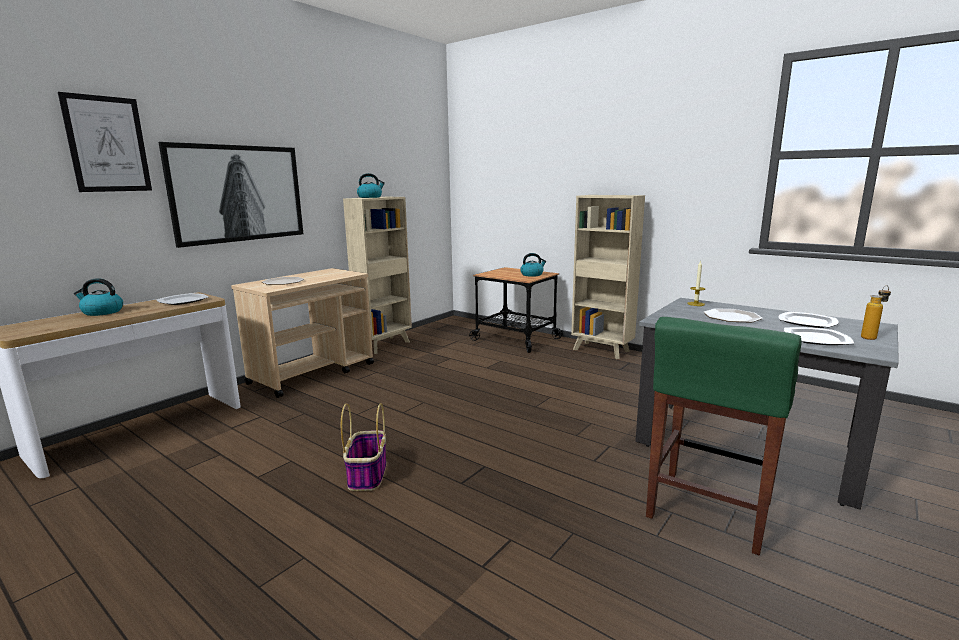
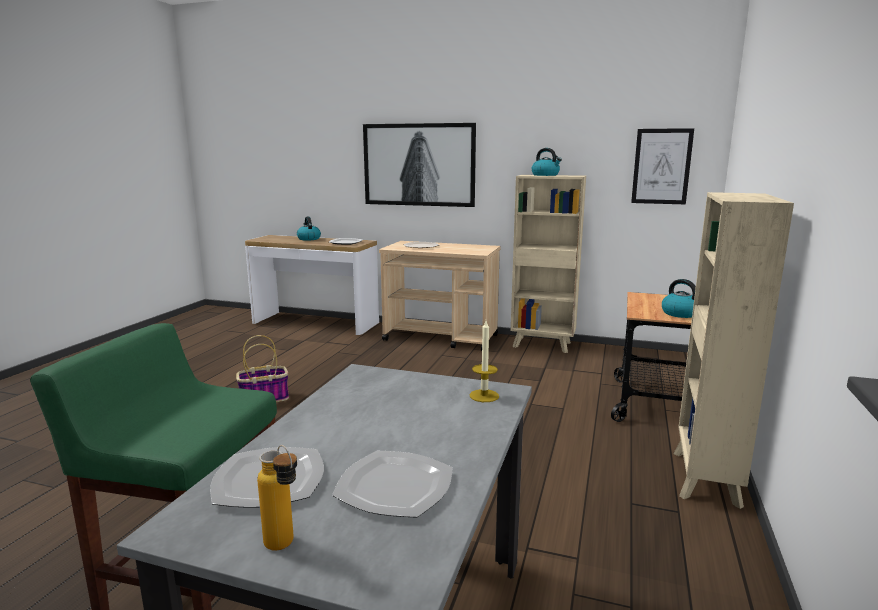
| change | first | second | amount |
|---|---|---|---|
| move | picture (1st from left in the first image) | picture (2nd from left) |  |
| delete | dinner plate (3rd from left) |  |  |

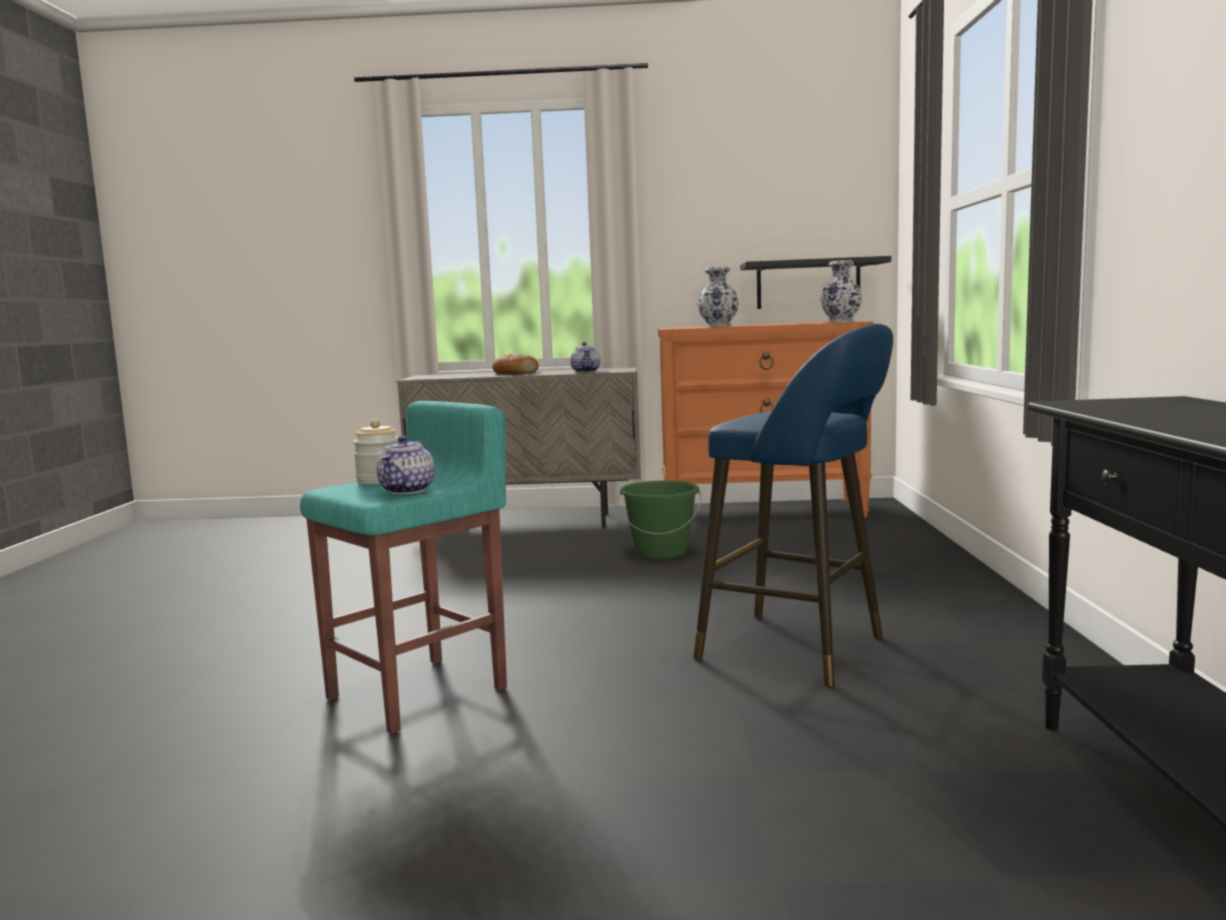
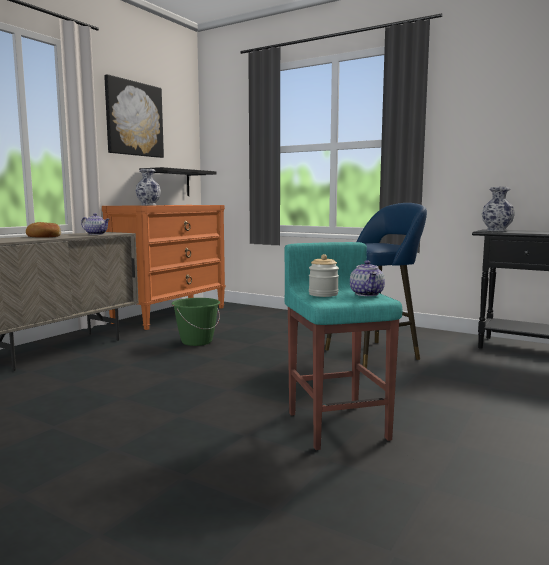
| change | first | second | amount |
|---|---|---|---|
| insert |  | picture |  |
| rotate | teapot (1st from left in the first image) | teapot (2nd from left) | 45 degrees clockwise |
| move | flower vase (2nd from left) |  |  |

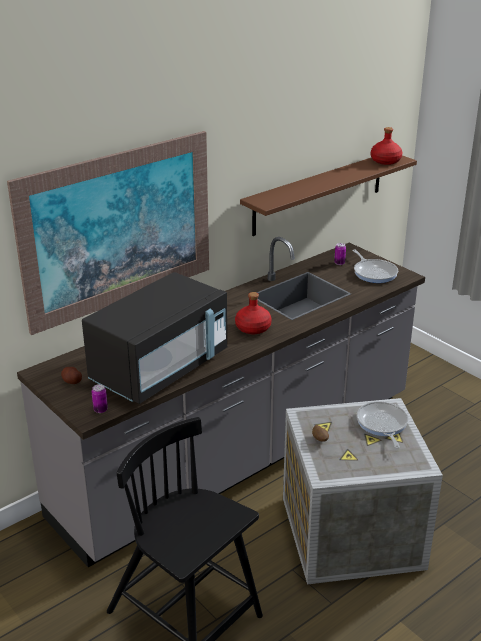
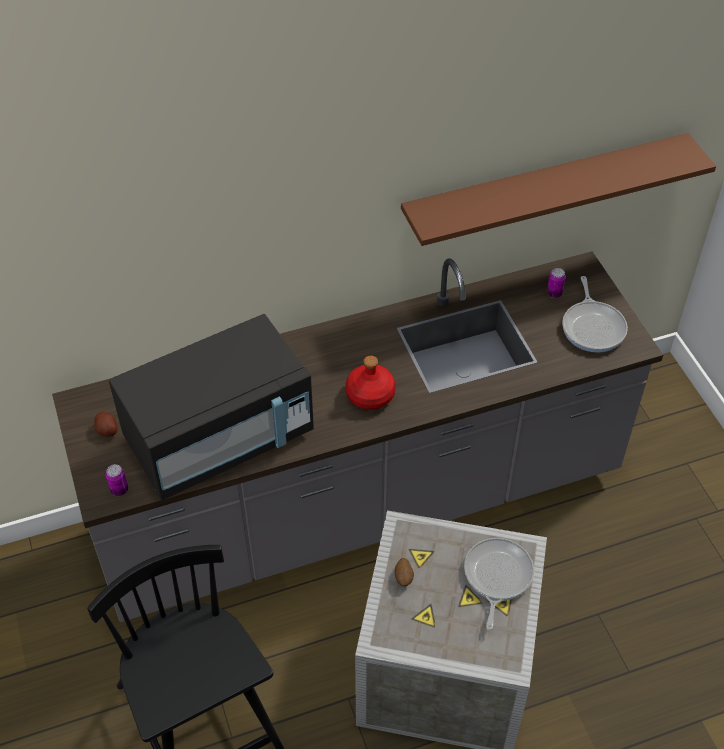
| change | first | second | amount |
|---|---|---|---|
| delete | picture |  |  |
| delete | red beverage bottle (2nd from left) |  |  |

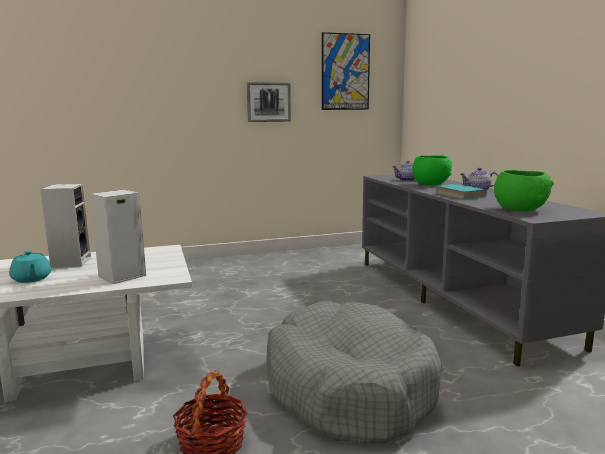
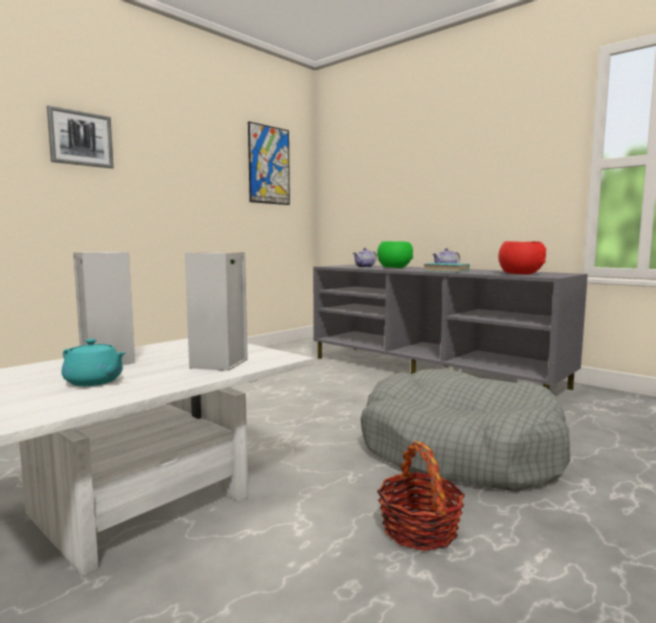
| change | first | second | amount |
|---|---|---|---|
| move | picture (1st from left) |  |  |
| recolor | greenish bowl (2nd from left) | red bowl |  |

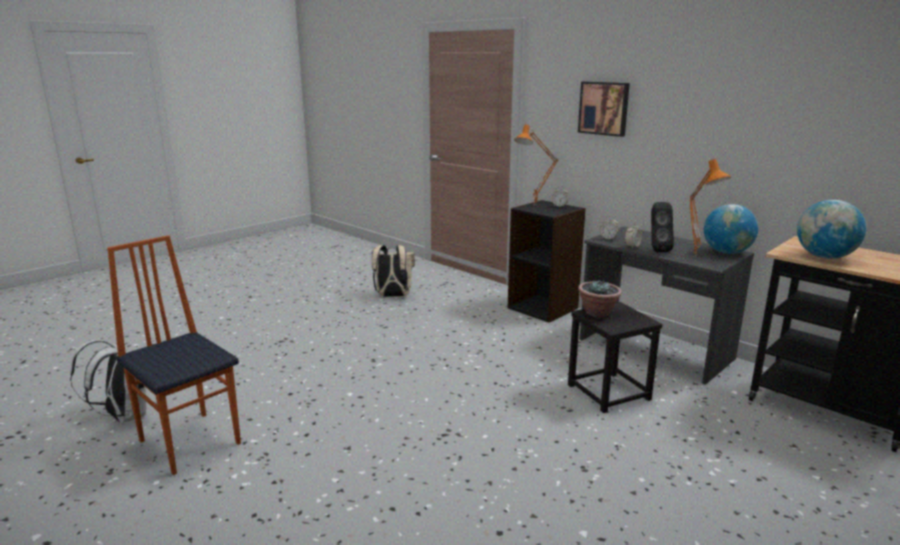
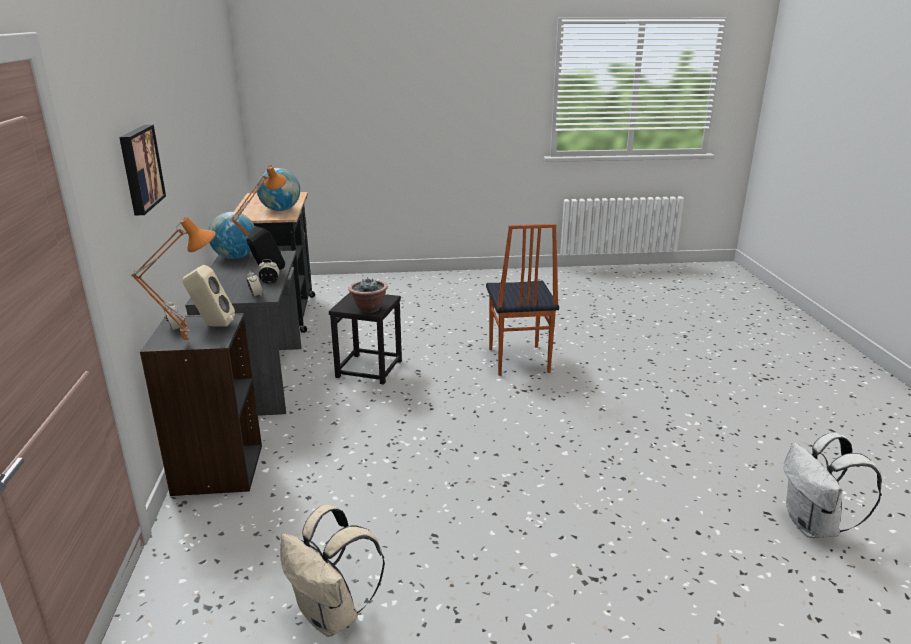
| change | first | second | amount |
|---|---|---|---|
| insert |  | sand-coloured audio speaker |  |
| move | plain chair |  |  |

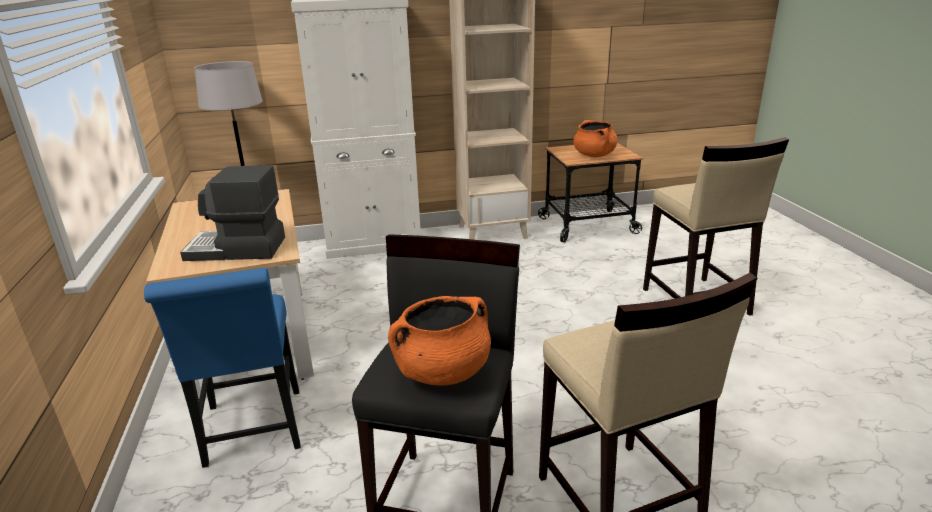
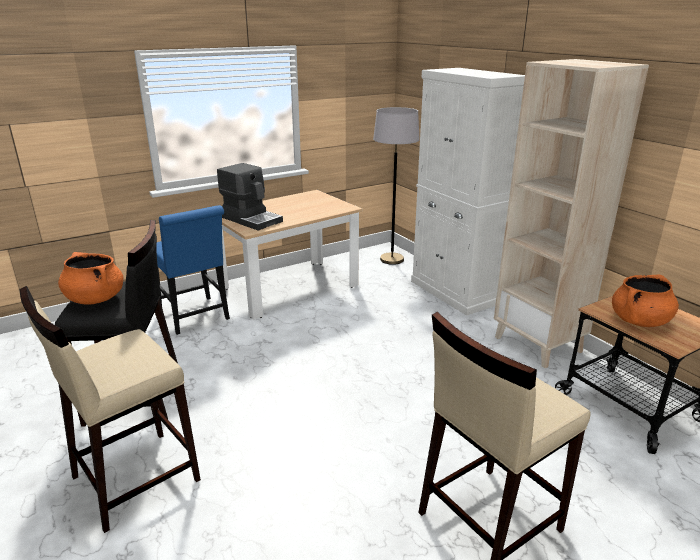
| change | first | second | amount |
|---|---|---|---|
| rotate | bluish plain chair |  | 90 degrees counterclockwise |
| rotate | coffee maker |  | 150 degrees clockwise |

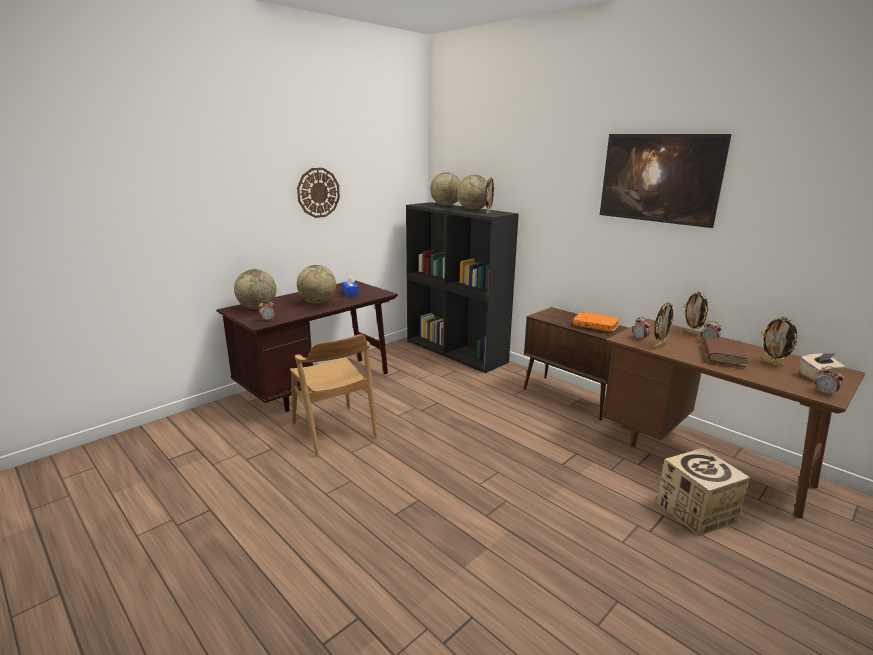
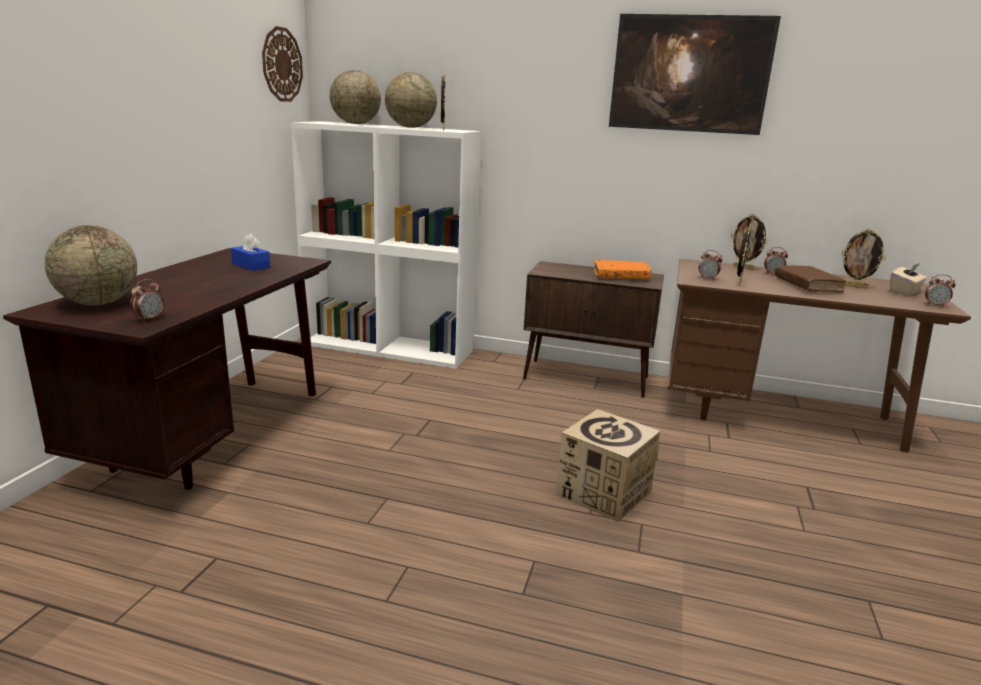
| change | first | second | amount |
|---|---|---|---|
| move | wall clock |  |  |
| recolor | black-coloured bookshelf | whitish bookshelf |  |
| move | cardboard box |  |  |
| delete | brown plain chair |  |  |
| delete | globe (2nd from left) |  |  |

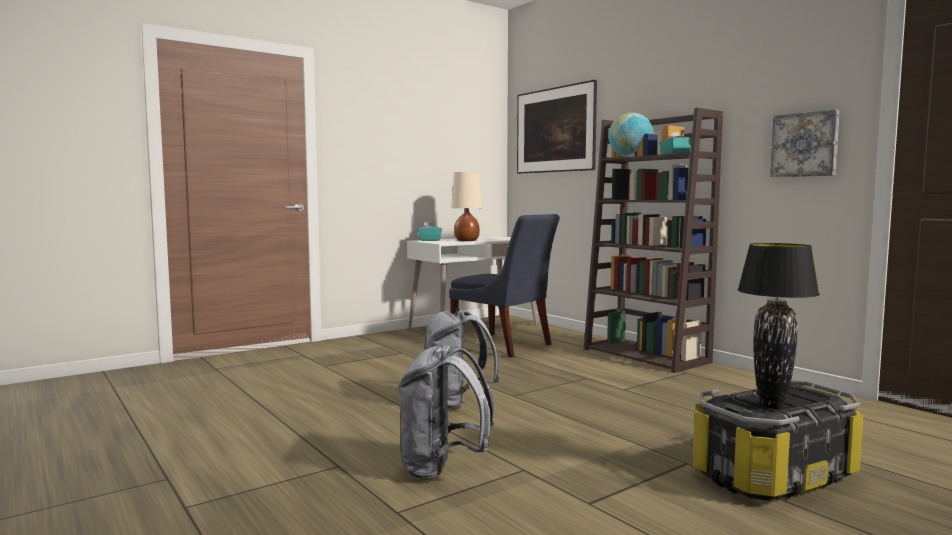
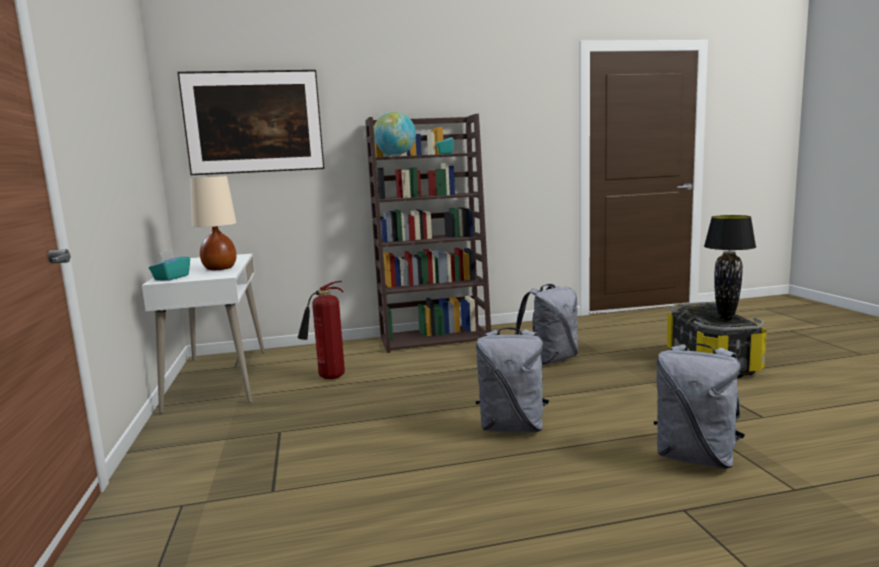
| change | first | second | amount |
|---|---|---|---|
| replace | bluish plain chair | extinguisher |  |
| insert |  | greyish rucksack (2nd from left) |  |
| delete | picture (2nd from left) |  |  |

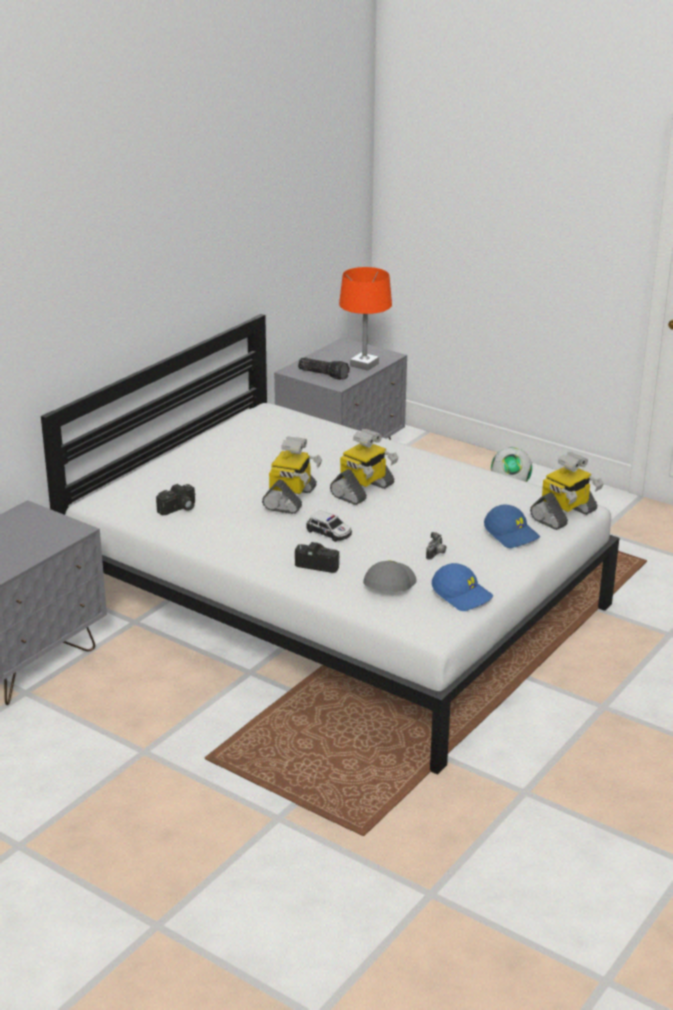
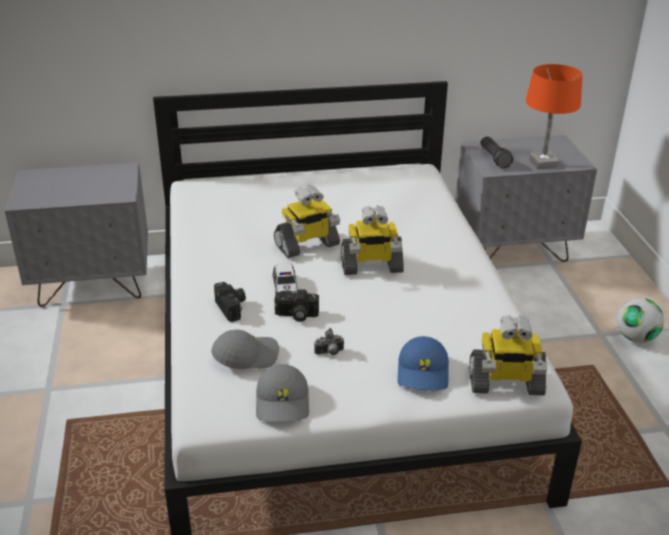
| change | first | second | amount |
|---|---|---|---|
| recolor | bluish peaked cap (1st from left) | greyish peaked cap (2nd from left) |  |
| move | still camera (1st from left in the first image) | still camera (2nd from left) |  |

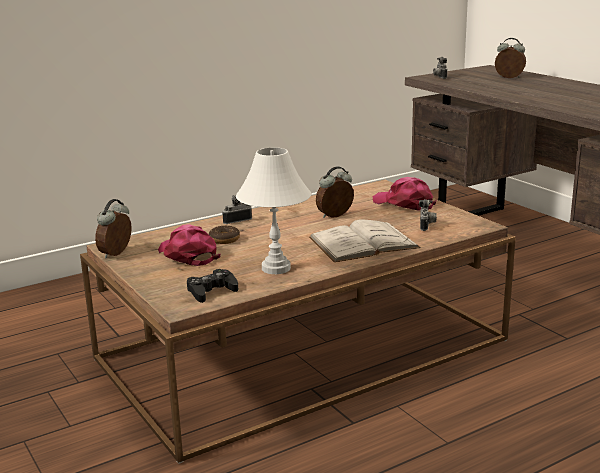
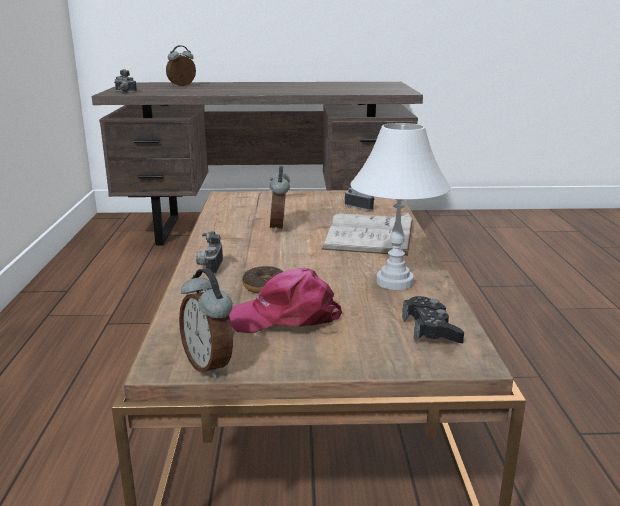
| change | first | second | amount |
|---|---|---|---|
| delete | pink-coloured peaked cap (2nd from left) |  |  |

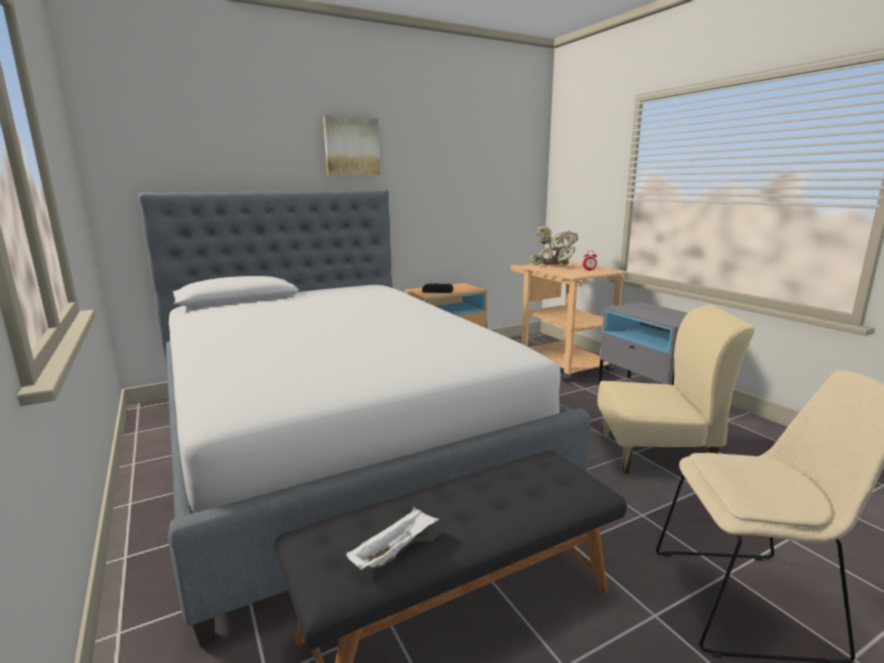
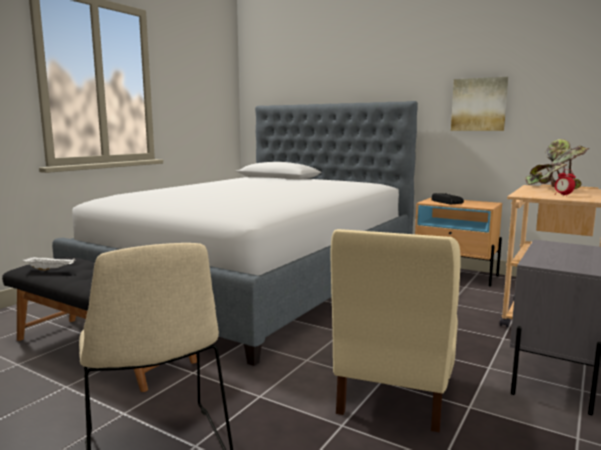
| change | first | second | amount |
|---|---|---|---|
| rotate | sand-coloured plain chair (1st from left in the first image) | sand-coloured plain chair (2nd from left) | 45 degrees clockwise |
| move | picture |  |  |

